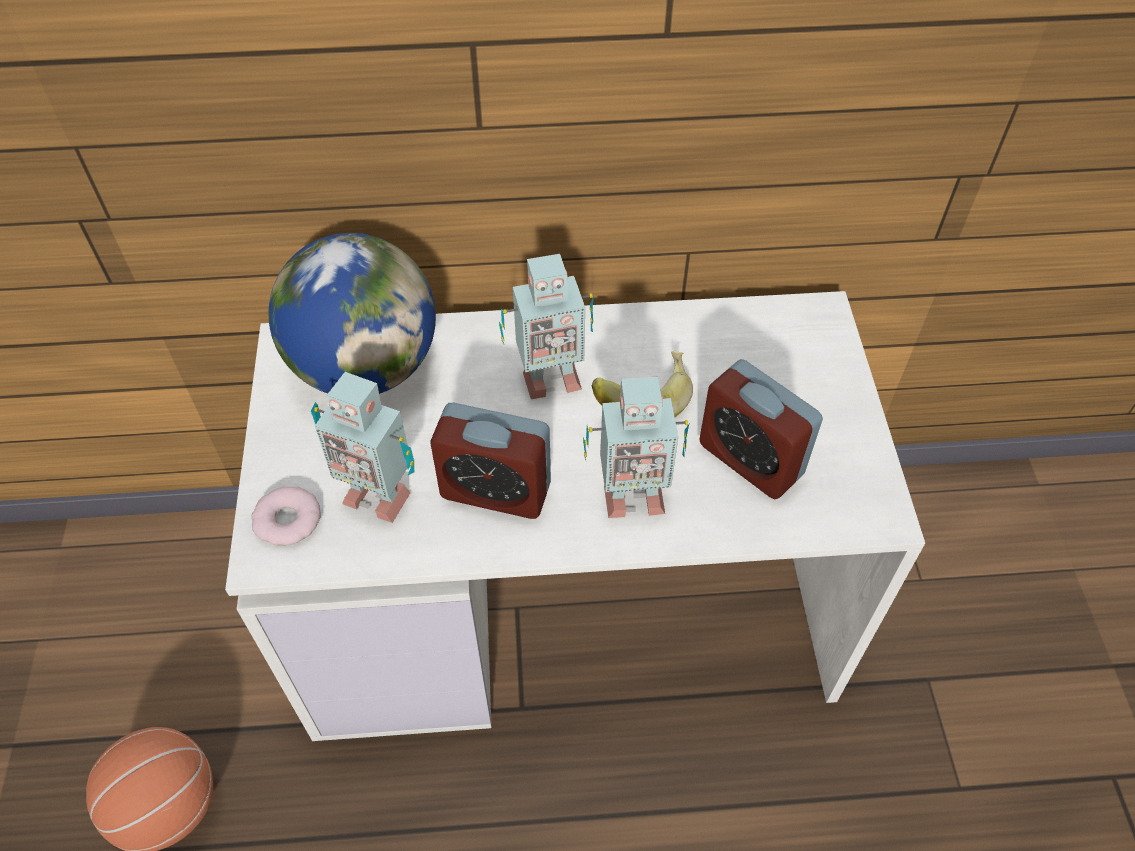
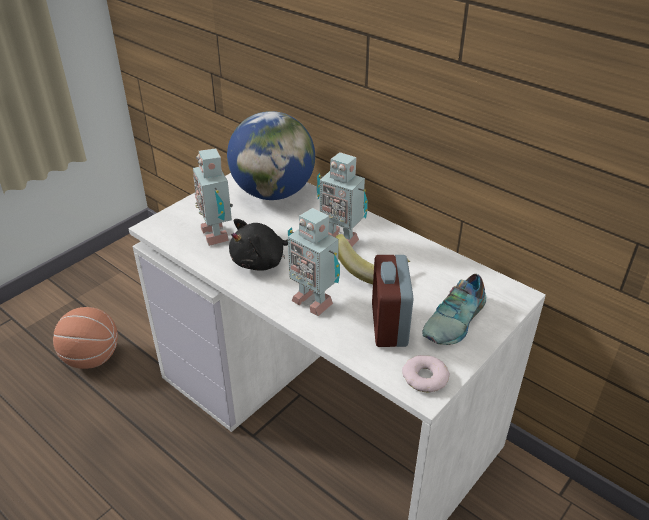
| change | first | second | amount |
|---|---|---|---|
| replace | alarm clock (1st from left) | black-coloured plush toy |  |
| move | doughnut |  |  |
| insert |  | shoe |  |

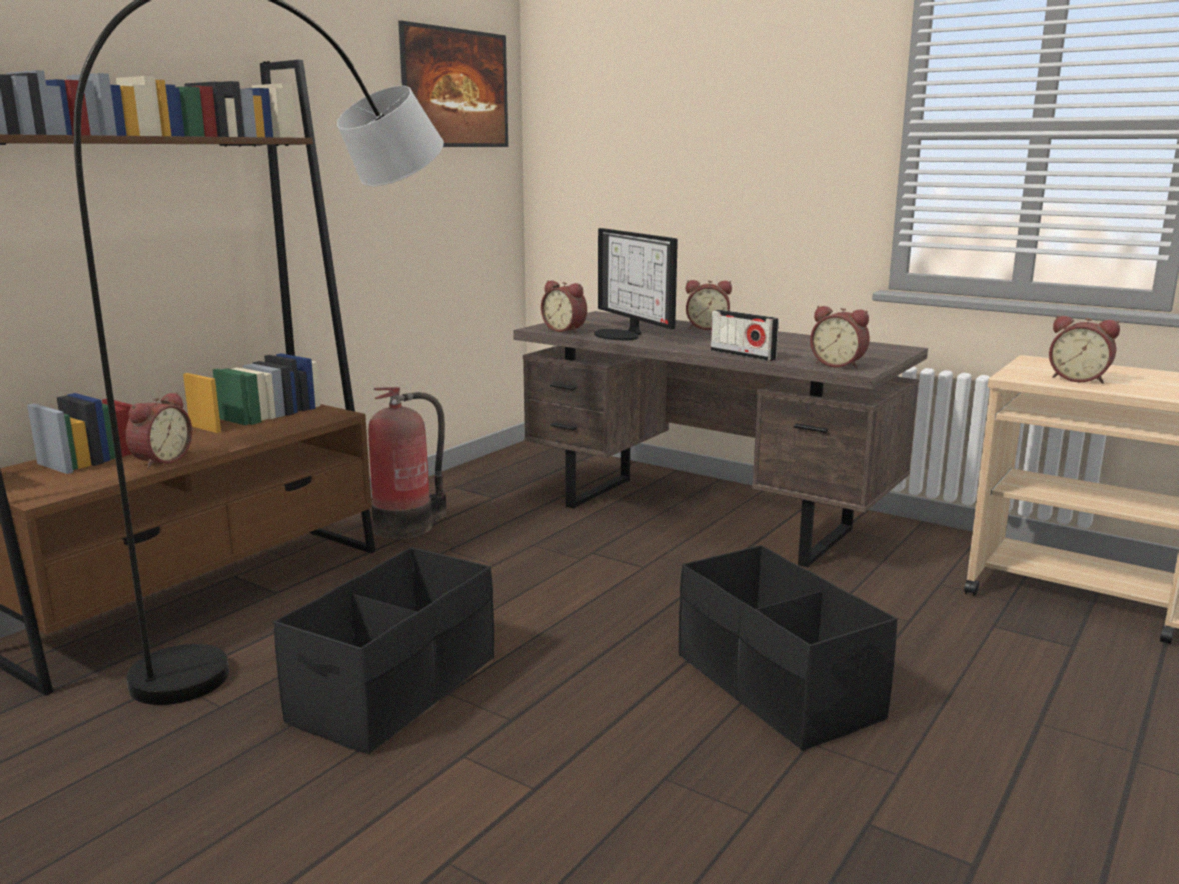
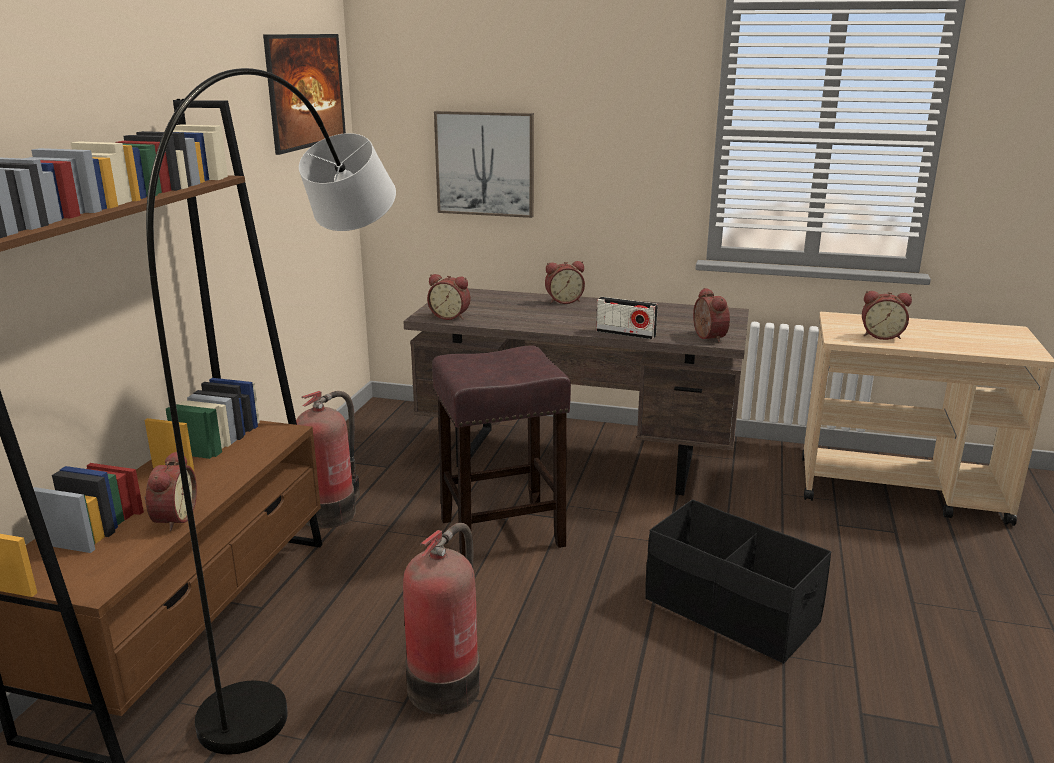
| change | first | second | amount |
|---|---|---|---|
| replace | black-coloured storage box (1st from left) | extinguisher (2nd from left) |  |
| insert |  | brown stool |  |
| insert |  | picture (2nd from left) |  |
| rotate | alarm clock (4th from left) |  | 120 degrees counterclockwise |
| delete | monitor |  |  |

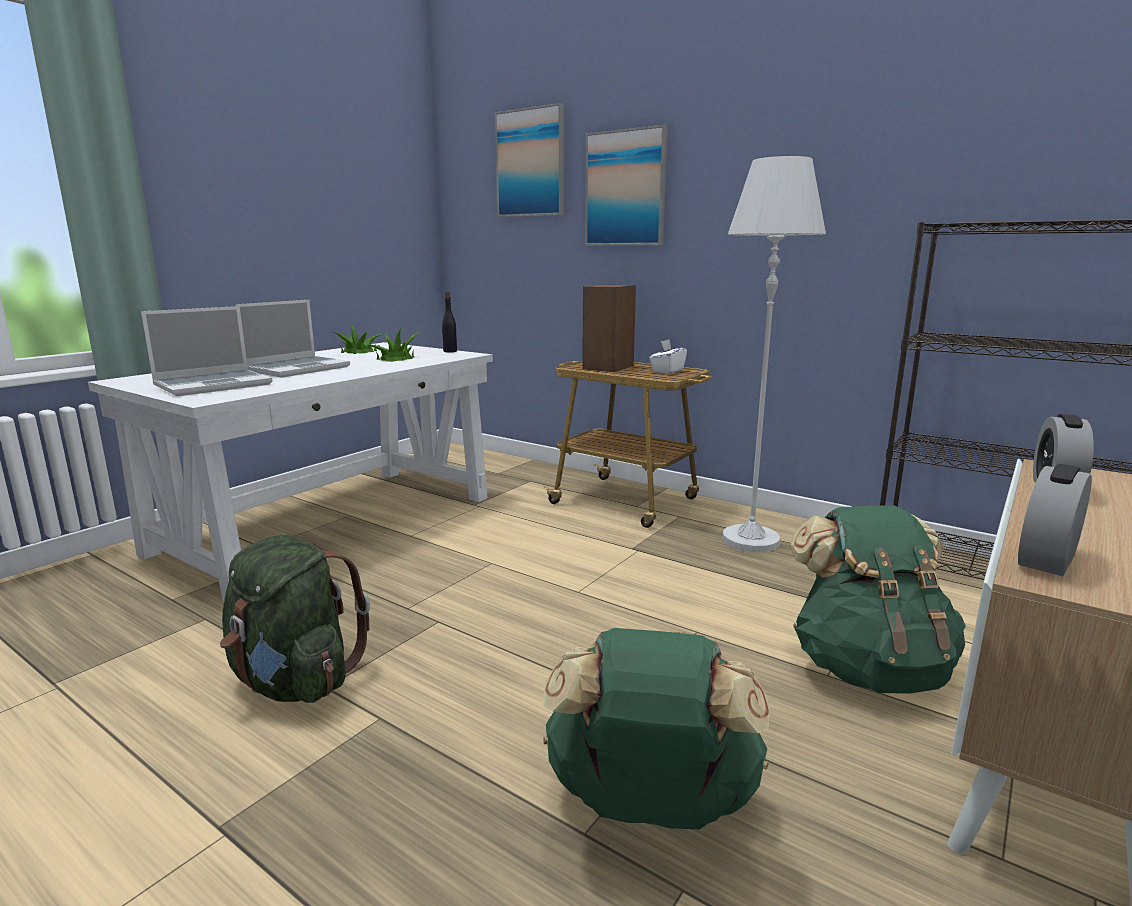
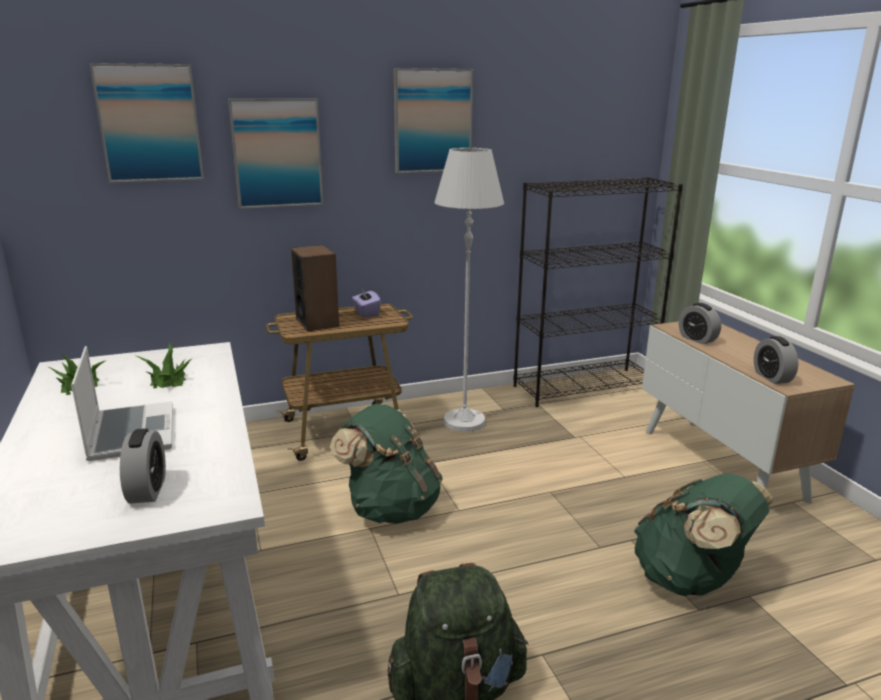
| change | first | second | amount |
|---|---|---|---|
| replace | notebook computer (1st from left) | alarm clock (1st from left) |  |
| move | greenish rucksack (3rd from left in the first image) | greenish rucksack (1st from left) |  |
| recolor | whitish tissue box | purple-coloured tissue box |  |
| insert |  | picture (3rd from left) |  |
| delete | black-coloured beverage bottle |  |  |

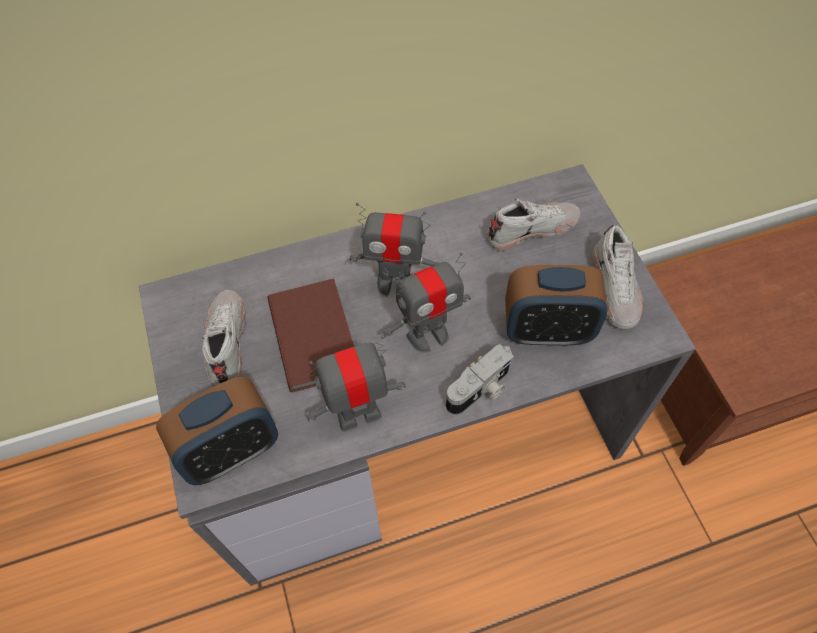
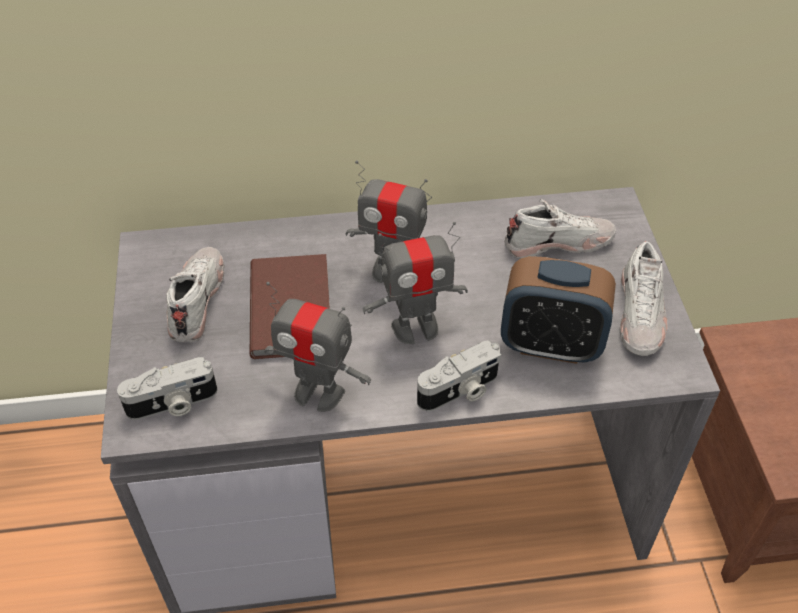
| change | first | second | amount |
|---|---|---|---|
| replace | alarm clock (1st from left) | still camera (1st from left) |  |
| rotate | model robot (1st from left) |  | 150 degrees counterclockwise |

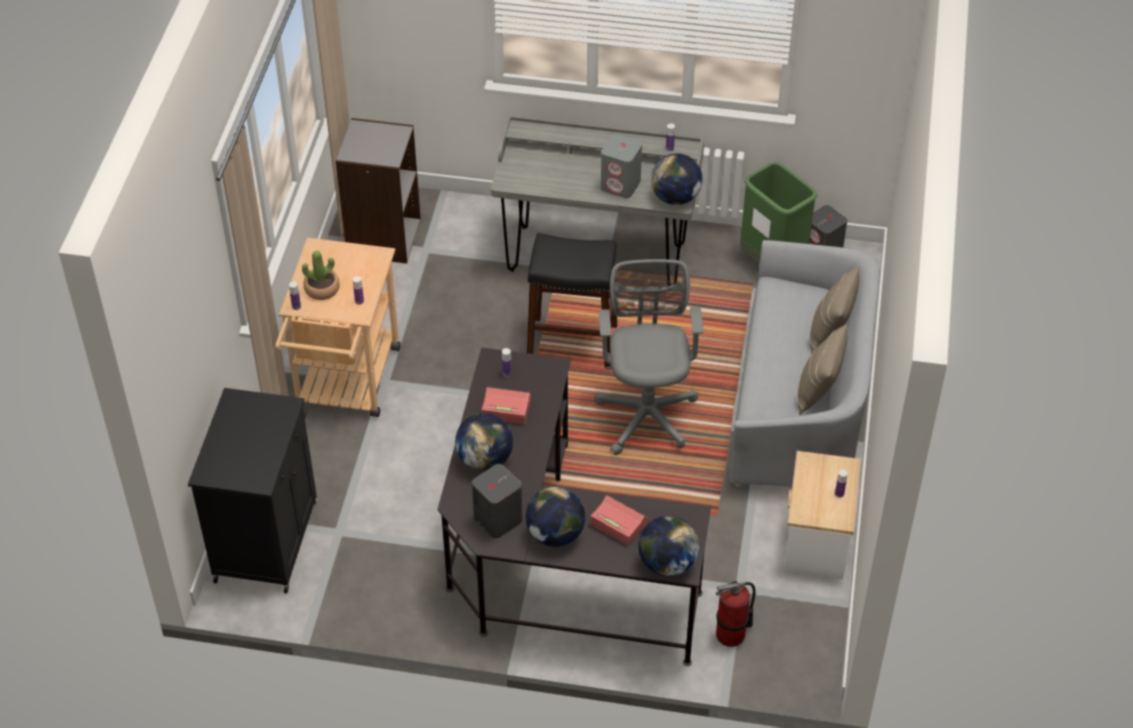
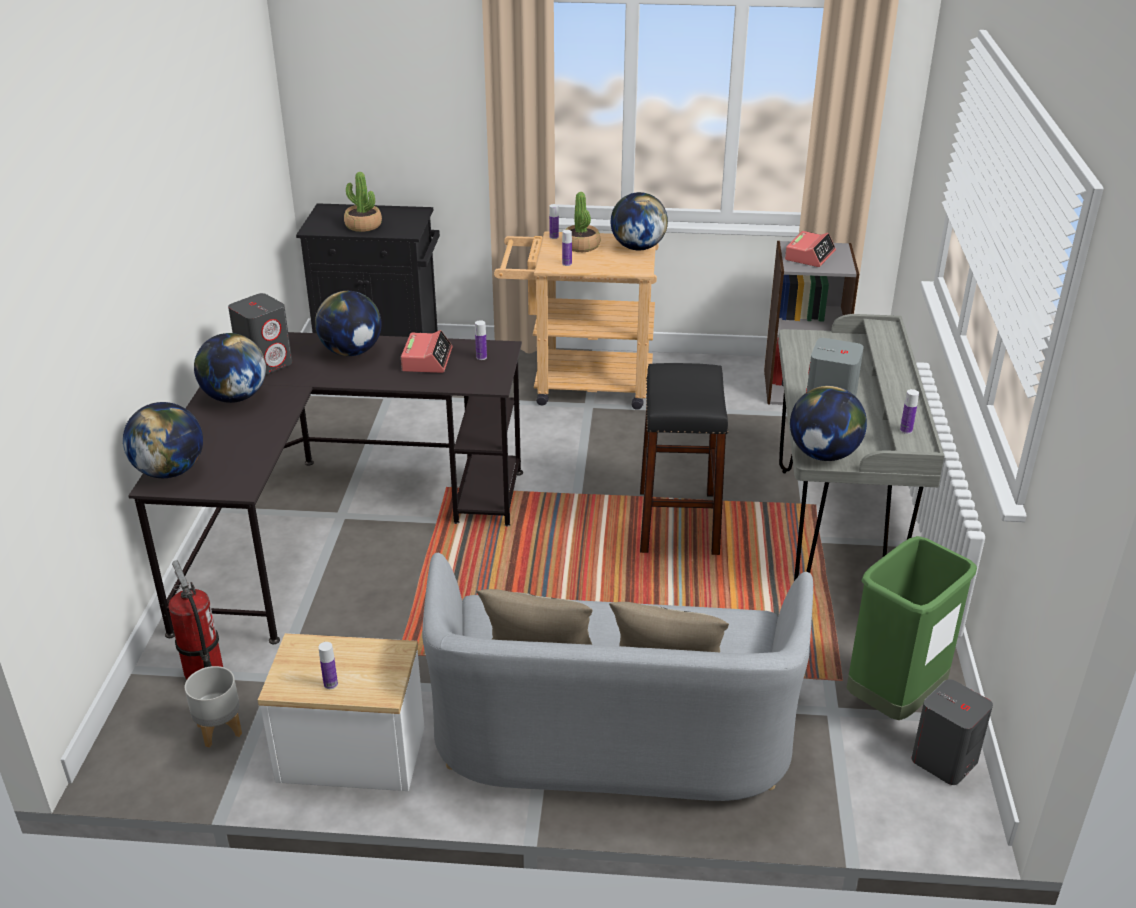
| change | first | second | amount |
|---|---|---|---|
| insert |  | greyish flower pot |  |
| insert |  | houseplant (1st from left) |  |
| insert |  | globe (4th from left) |  |
| move | alarm clock (2nd from left) |  |  |
| delete | greyish desk chair |  |  |

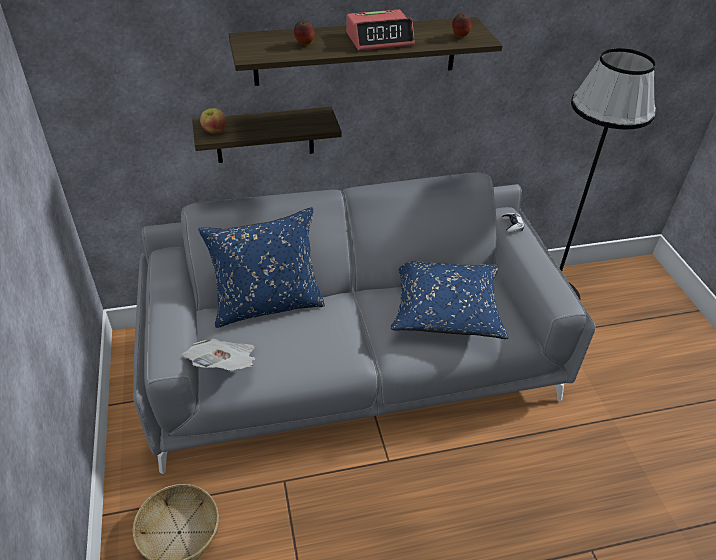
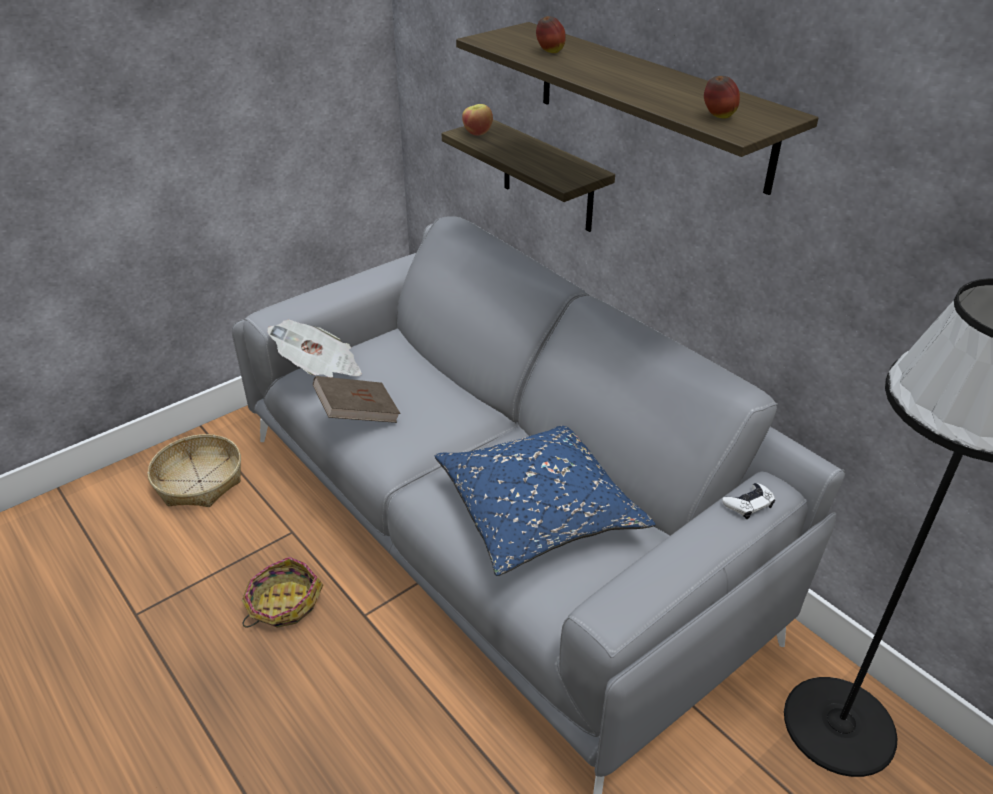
| change | first | second | amount |
|---|---|---|---|
| insert |  | household basket (2nd from left) |  |
| insert |  | brown volume |  |
| delete | bluish pillow (1st from left) |  |  |
| delete | alarm clock |  |  |

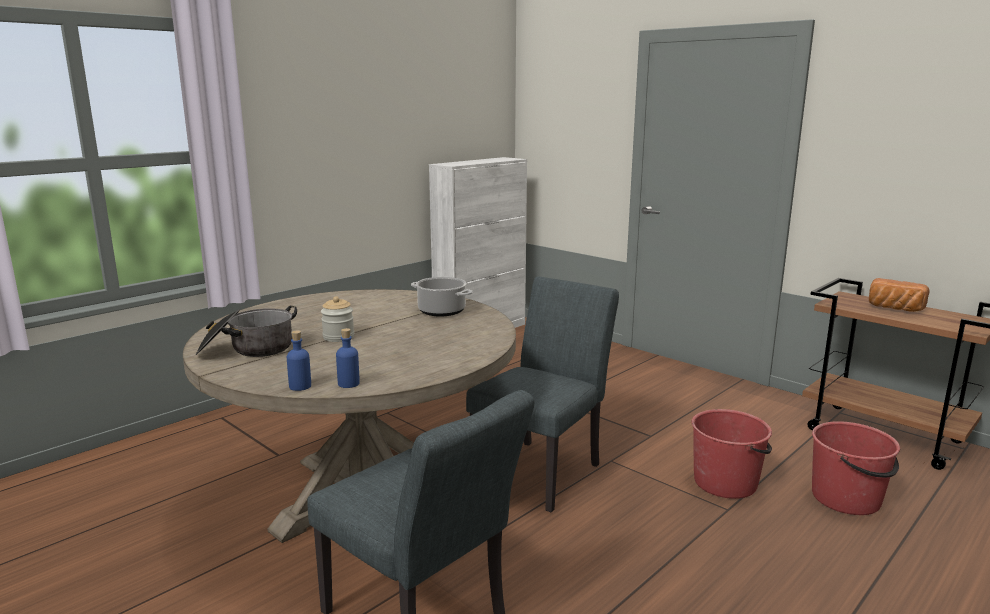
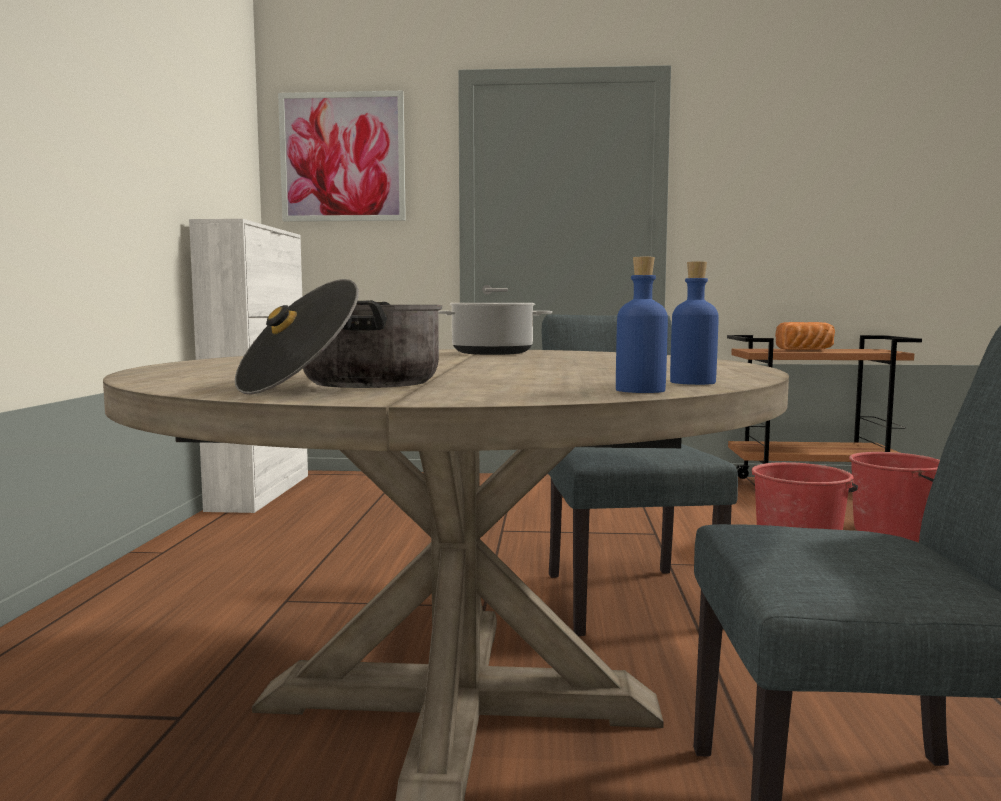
| change | first | second | amount |
|---|---|---|---|
| insert |  | picture |  |
| delete | storage jar |  |  |

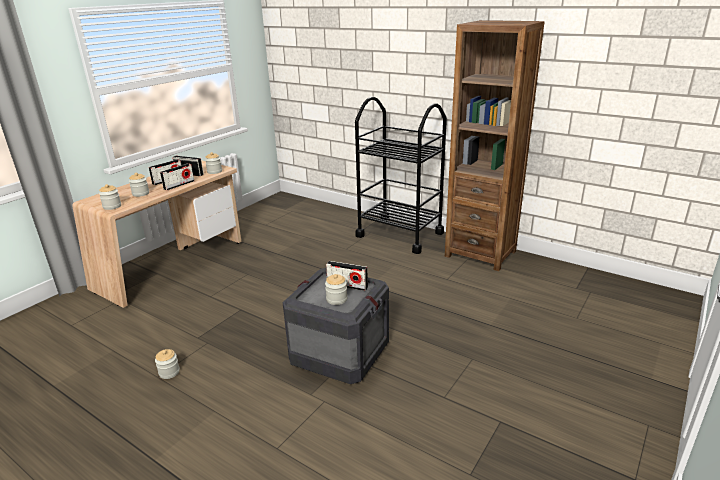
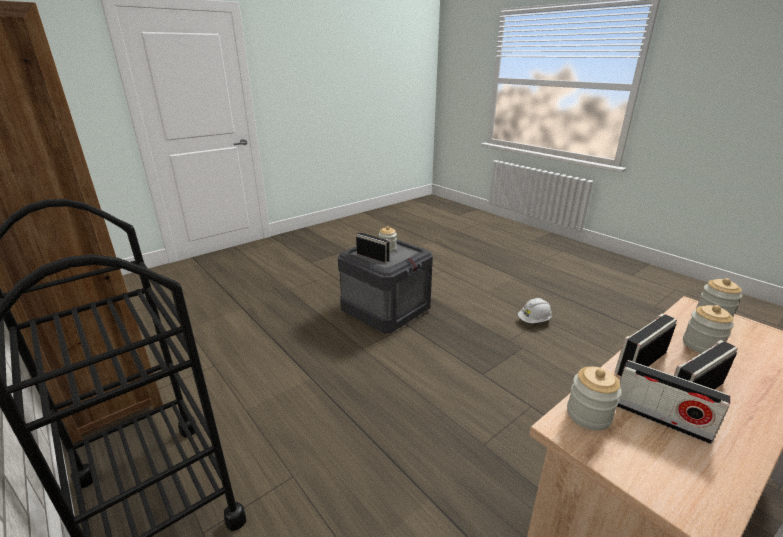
| change | first | second | amount |
|---|---|---|---|
| replace | storage jar (3rd from left) | whitish safety helmet |  |

